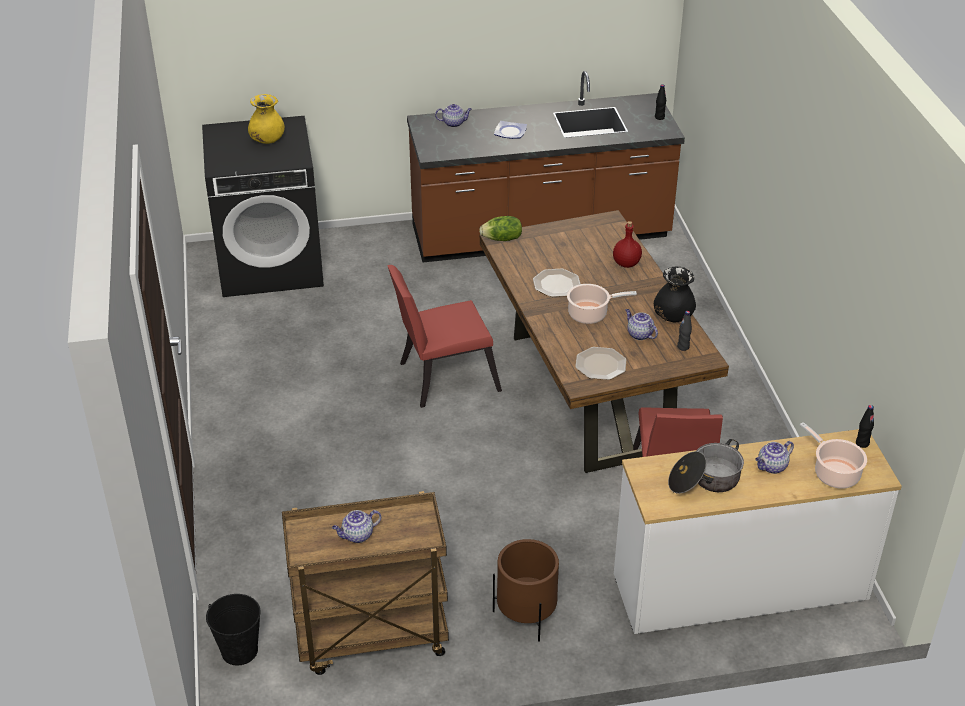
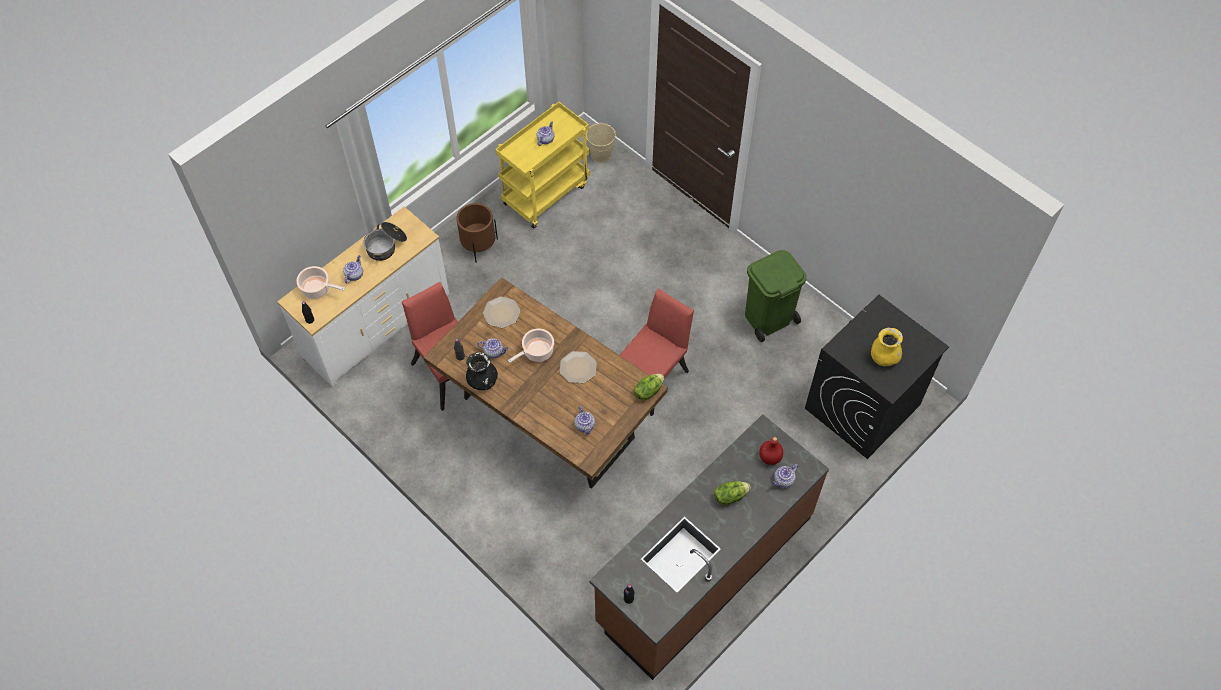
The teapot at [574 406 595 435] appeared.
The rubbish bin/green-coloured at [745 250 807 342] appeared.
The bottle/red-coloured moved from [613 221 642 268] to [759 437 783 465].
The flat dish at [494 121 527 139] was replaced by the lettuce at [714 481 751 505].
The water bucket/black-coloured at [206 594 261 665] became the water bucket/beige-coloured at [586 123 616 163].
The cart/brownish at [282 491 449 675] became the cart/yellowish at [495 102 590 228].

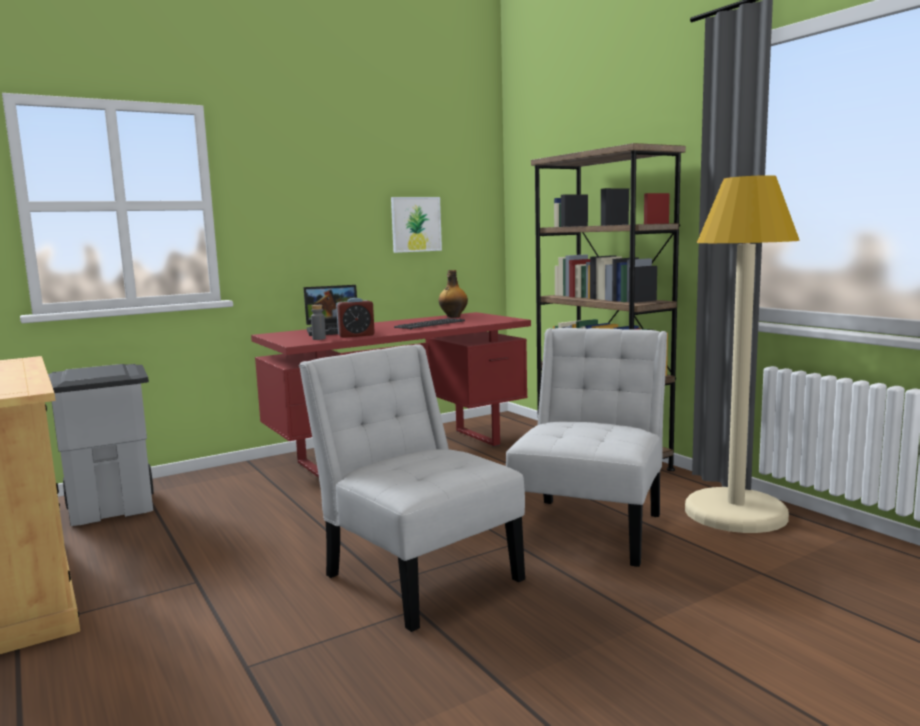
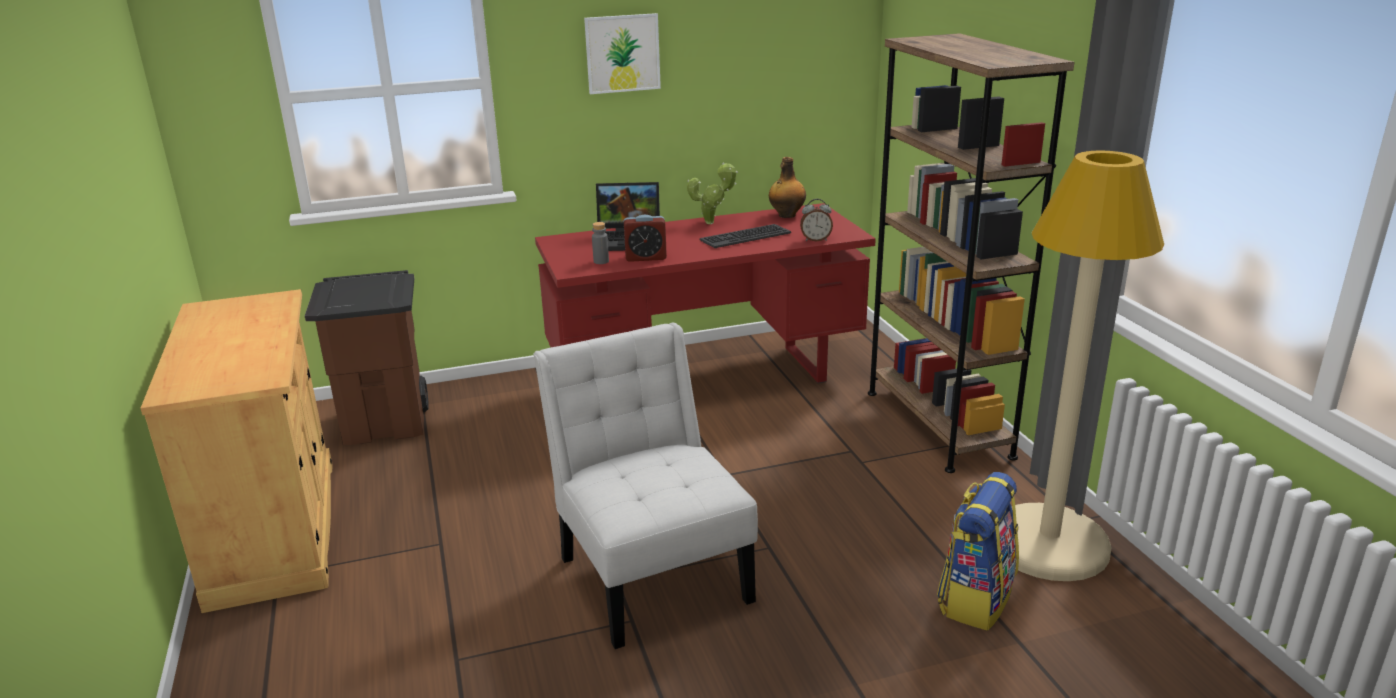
The plain chair/white at [506 328 667 567] disappeared.
The potted plant at [687 162 738 224] appeared.
The alarm clock at [800 199 833 242] appeared.
The knapsack at [937 472 1019 631] appeared.
The wall art moved from [391 197 442 253] to [584 13 661 94].
The rubbish bin/greyish at [48 364 154 526] became the rubbish bin/brownish at [305 270 429 445].

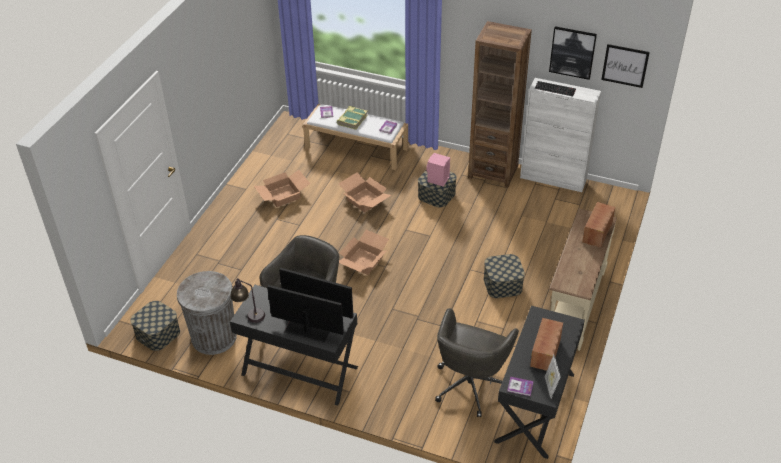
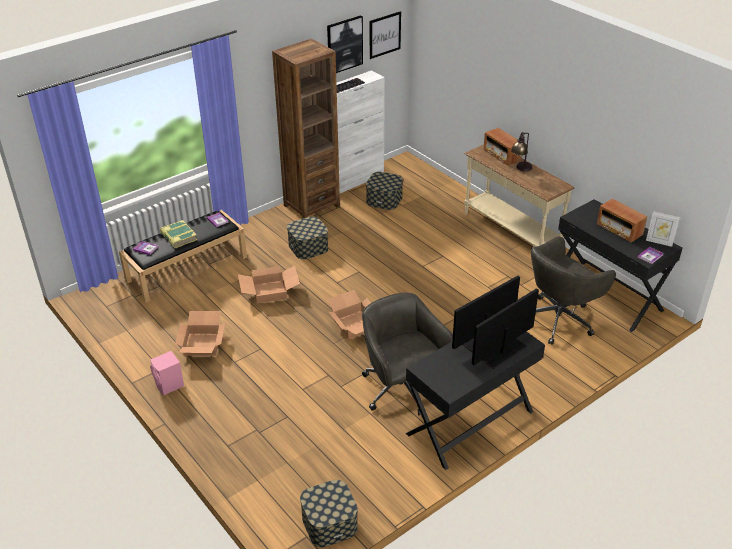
The rubbish bin/greyish at [177 271 237 355] disappeared.
The table lamp moved from [230 278 265 323] to [511 132 532 171].
The loudspeaker/pink moved from [426 153 450 187] to [150 351 184 395].
The storage bin moved from [484 254 525 298] to [366 172 403 210].
The bench/white at [303 104 408 170] became the bench/black-coloured at [119 210 247 303].
The desk chair/greyish at [435 308 519 417] turned 90 degrees clockwise.

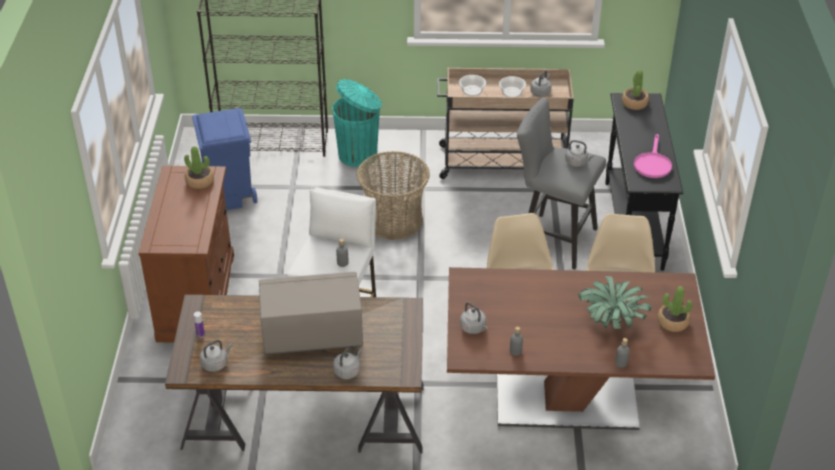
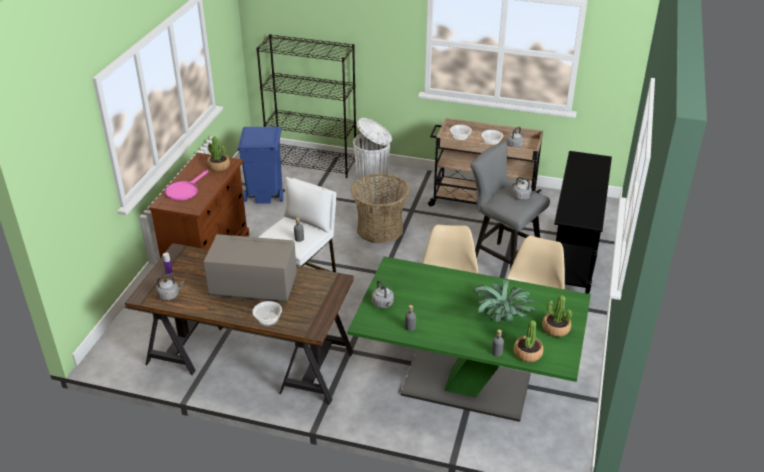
The potted plant moved from [622 70 649 110] to [513 320 543 362].
The frying pan/pink moved from [634 134 672 178] to [165 170 208 201].
The water kettle/greyish at [333 346 362 379] was replaced by the serving bowl at [253 301 282 326].
The rubbish bin/turquoise-coloured at [332 79 382 167] became the rubbish bin/white at [353 118 392 189].
The dinner table/brownish at [447 267 715 430] became the dinner table/green-coloured at [347 256 591 422].

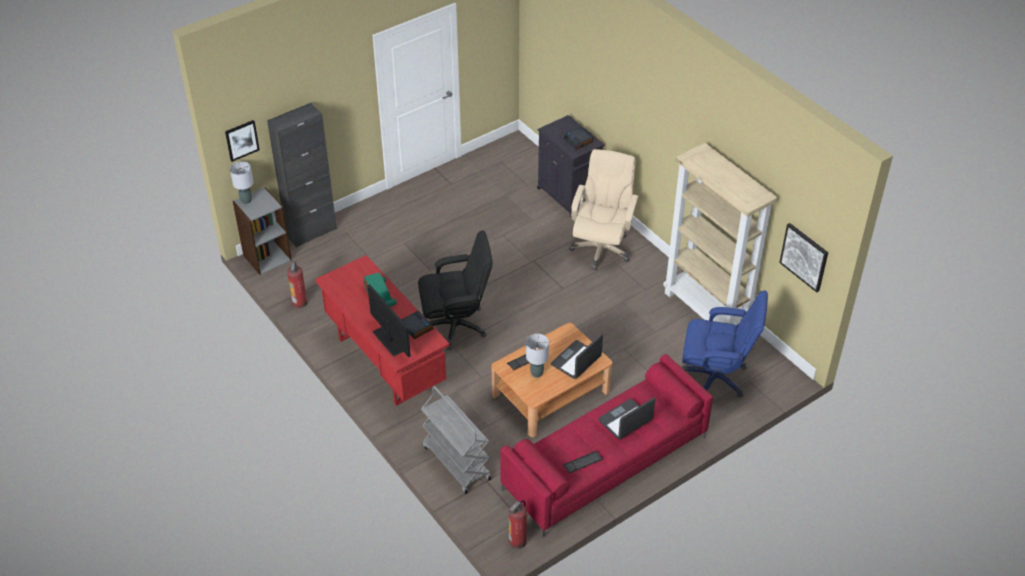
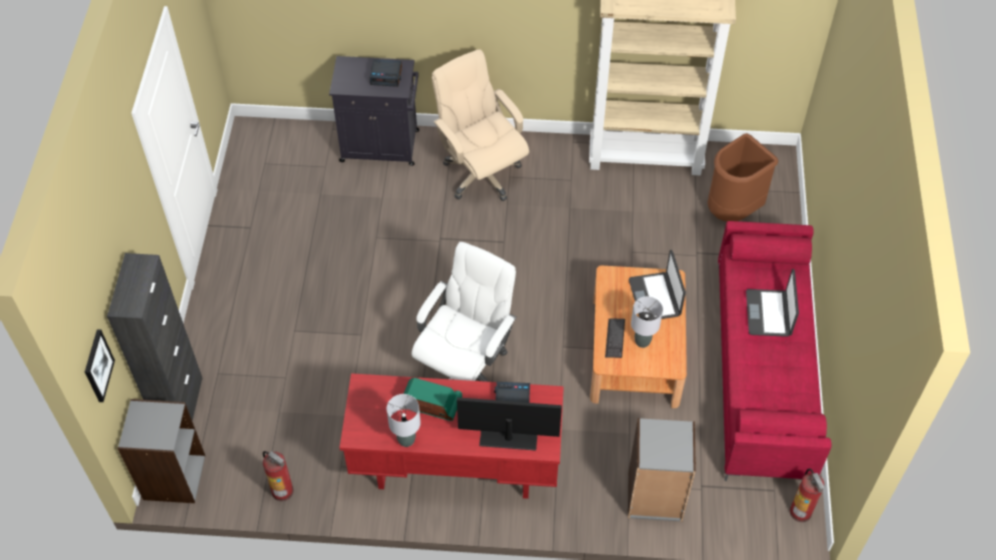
The keyboard at [563 451 603 473] disappeared.
The wall art at [779 223 828 292] disappeared.
The table lamp/greyish moved from [230 161 253 204] to [387 394 421 447].
The cart/greyish at [421 386 491 494] was replaced by the shelving unit/greyish at [628 418 696 522].
The desk chair/blue-coloured at [681 291 768 398] was replaced by the rubbish bin/brownish at [707 133 778 222].
The desk chair/black-coloured at [418 230 493 350] became the desk chair/white at [411 242 517 382].

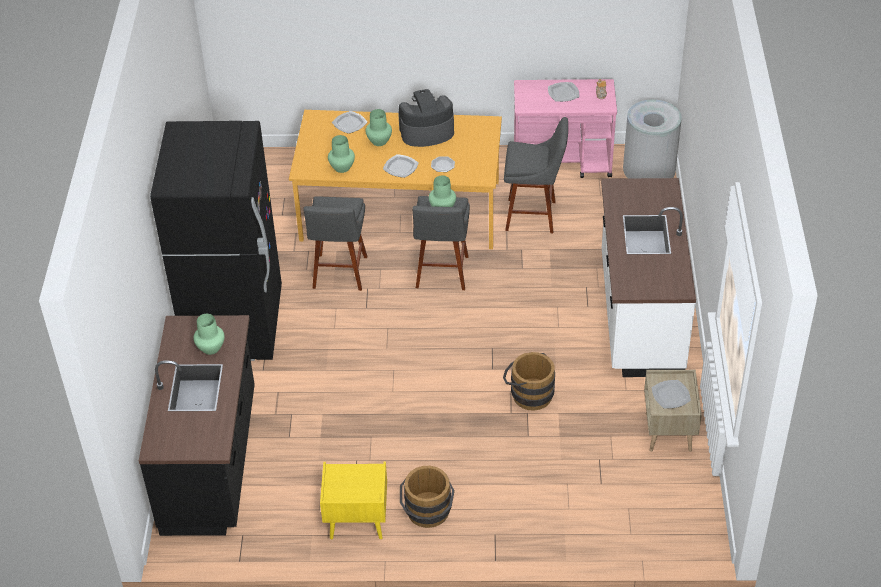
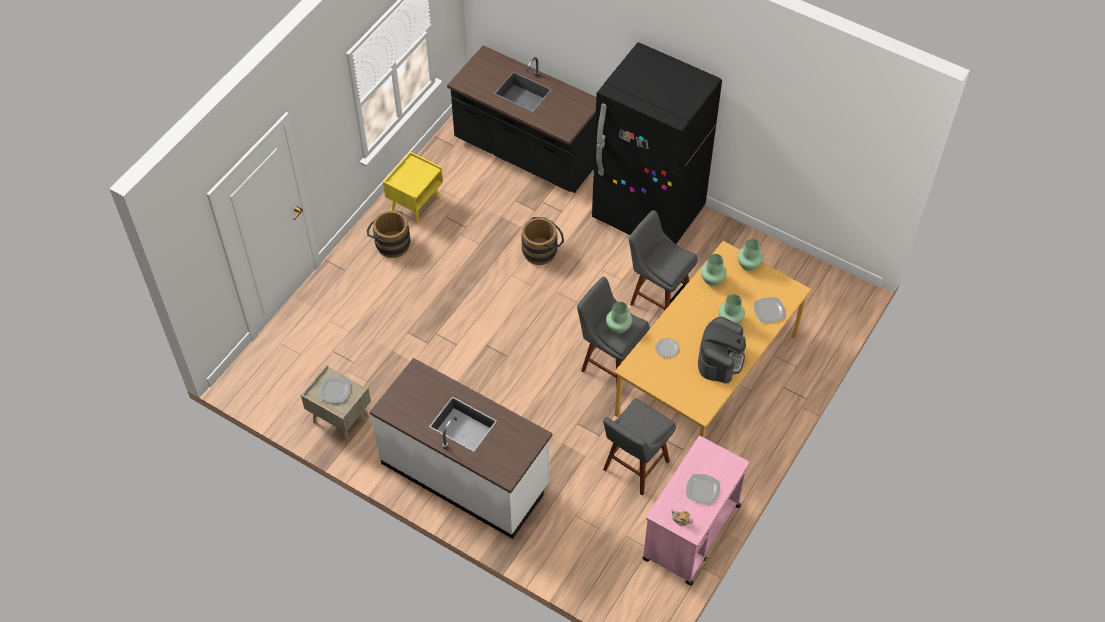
The flat dish at [383 154 419 178] disappeared.
The rubbish bin/greyish at [623 100 682 178] disappeared.
The flower vase/green-coloured moved from [193 314 225 355] to [737 239 763 271].
The water bucket/brownish moved from [503 352 555 411] to [521 217 564 265].

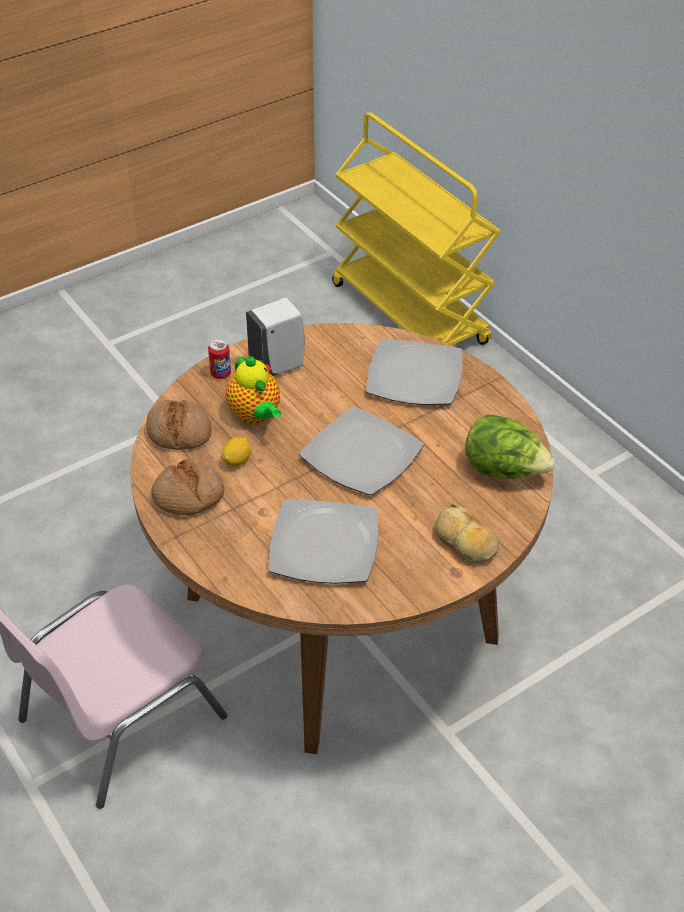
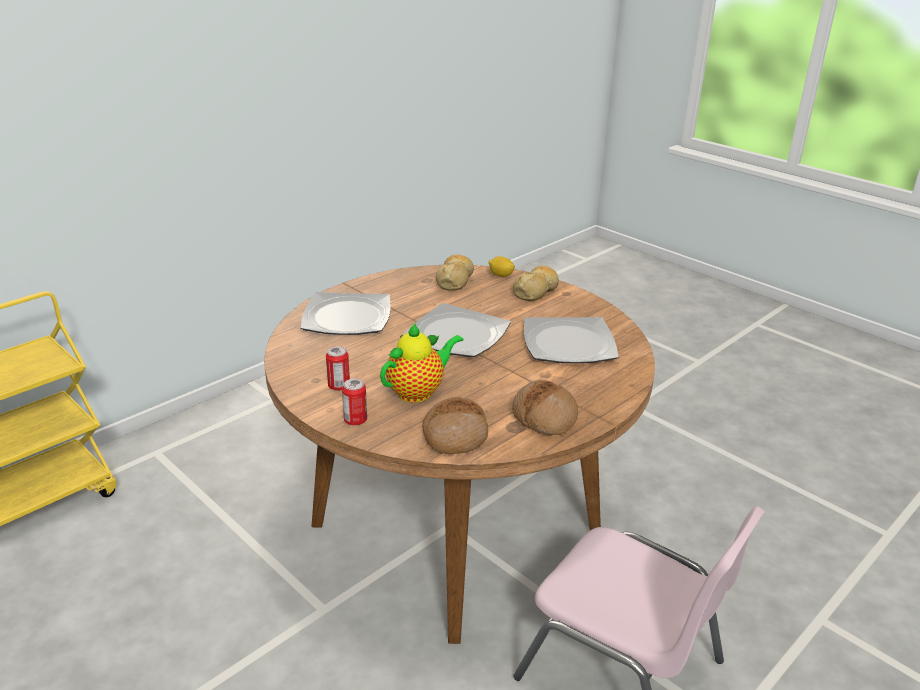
The citrus fruit moved from [222 437 251 467] to [488 256 515 277].
The soap bottle/white at [246 297 305 376] was replaced by the metal can at [326 346 350 391].
The lettuce at [465 414 555 479] was replaced by the baked bread at [436 254 474 291].

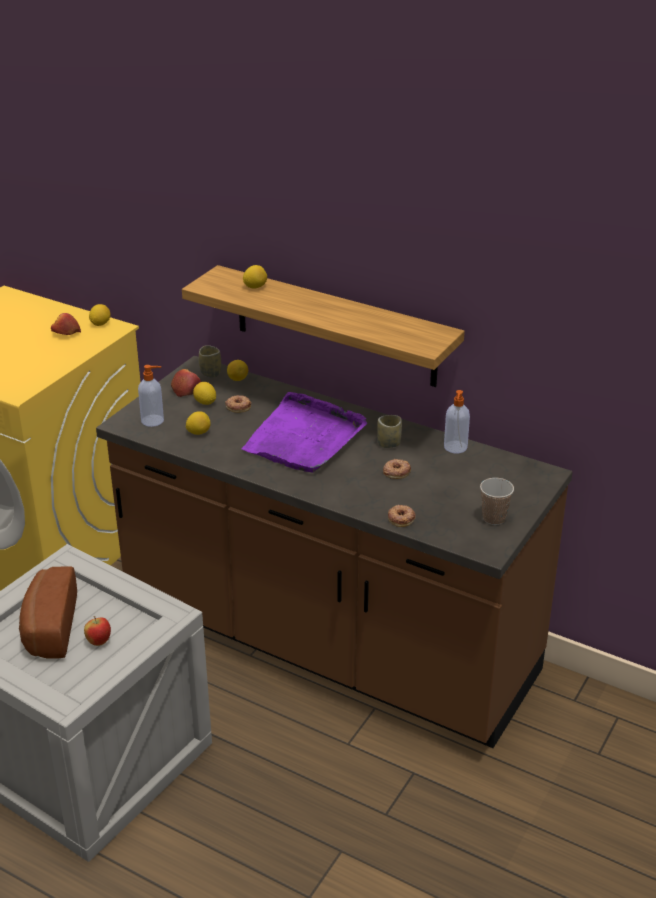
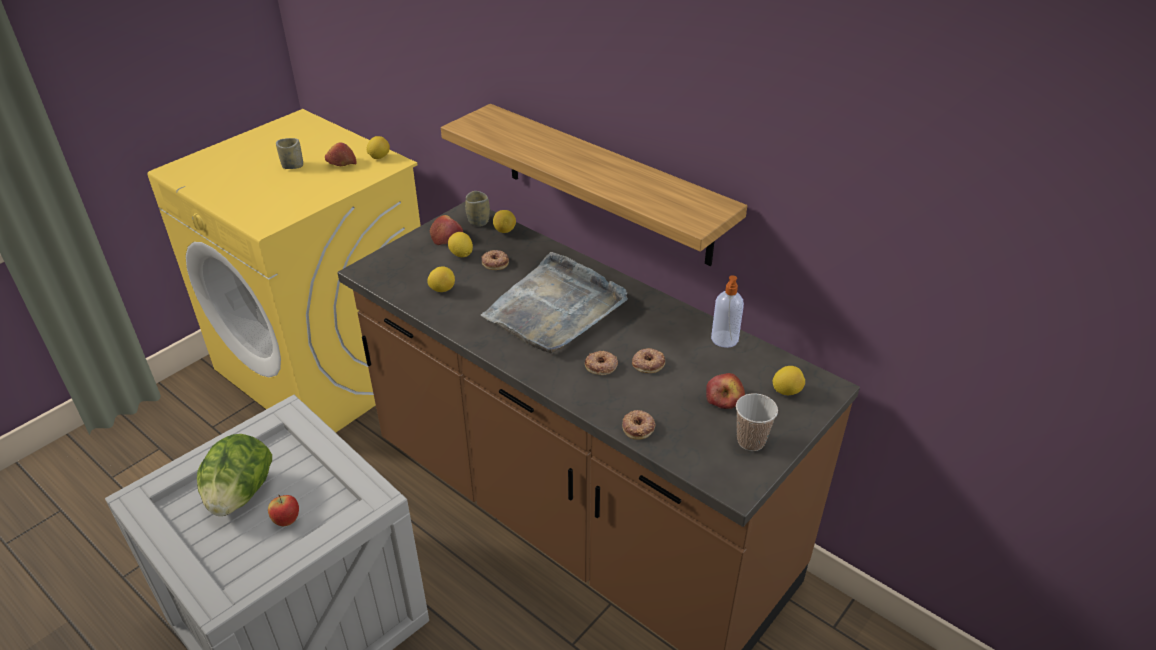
The soap bottle at [138 365 164 427] disappeared.
The donut at [585 351 618 375] appeared.
The apple fruit at [706 373 745 409] appeared.
The citrus fruit moved from [243 265 267 289] to [772 366 805 395].
The drinking cup moved from [377 415 402 448] to [276 138 303 169].
The baked bread at [19 566 77 659] was replaced by the lettuce at [197 434 272 516].
The tray/purple-coloured at [241 392 367 473] became the tray/greyish at [481 252 628 354].

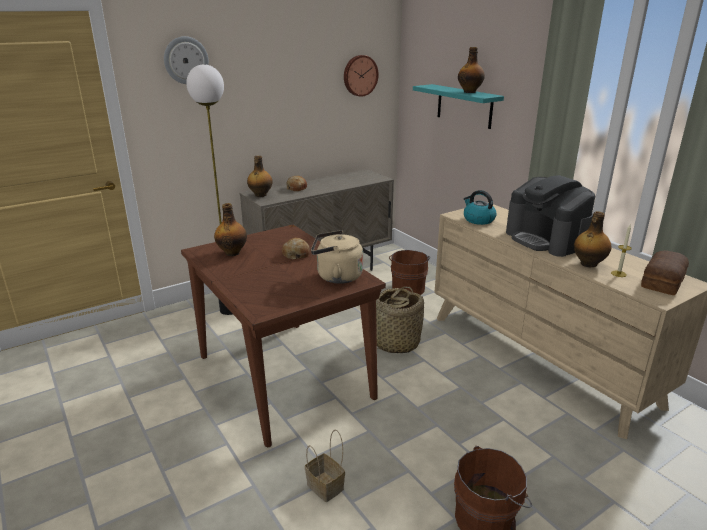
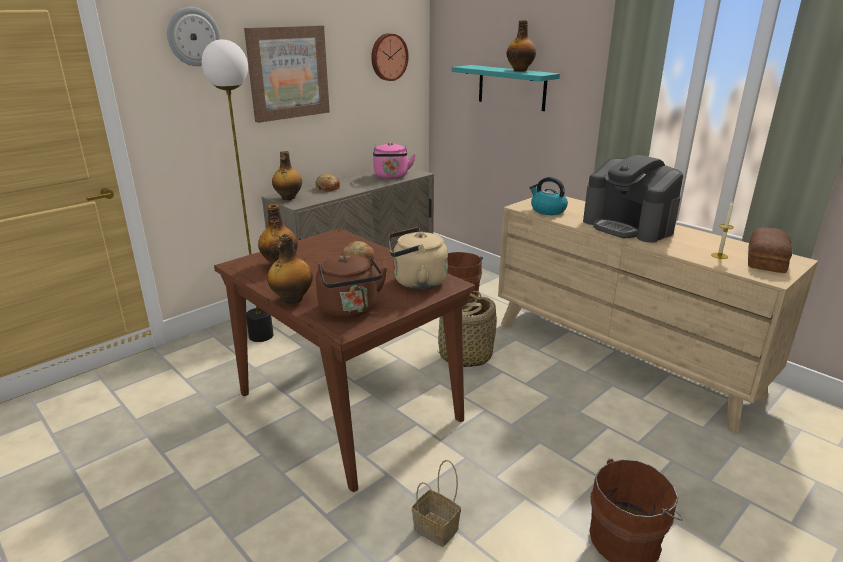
The wall art at [244 25 330 123] appeared.
The water kettle/brownish at [316 254 387 318] appeared.
The water kettle/pink at [373 142 416 179] appeared.
The bottle moved from [574 211 611 267] to [267 233 313 304].

